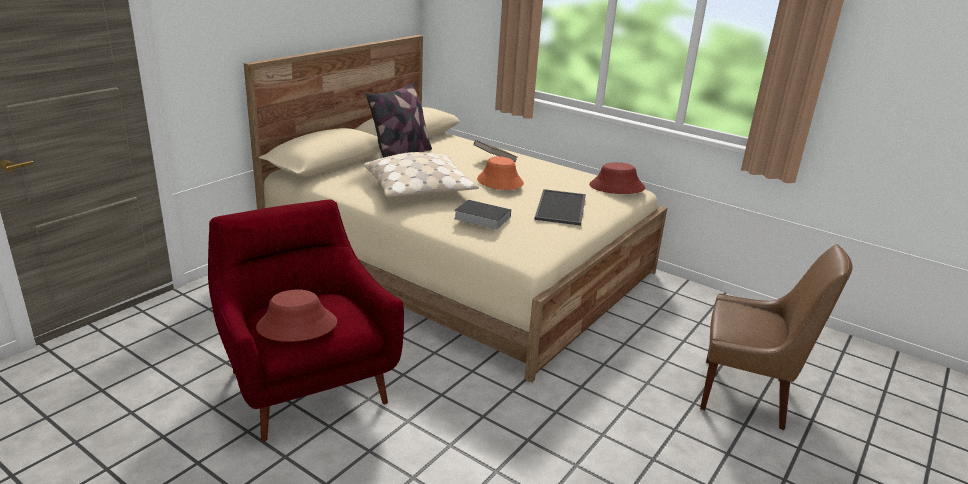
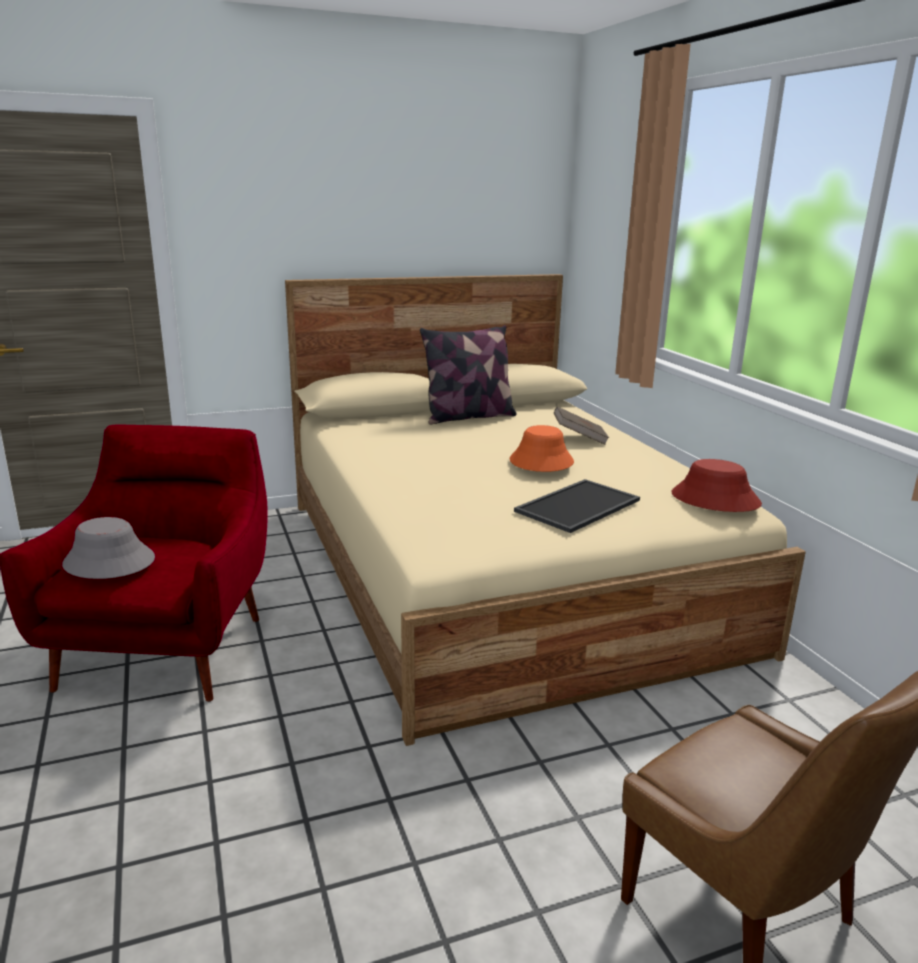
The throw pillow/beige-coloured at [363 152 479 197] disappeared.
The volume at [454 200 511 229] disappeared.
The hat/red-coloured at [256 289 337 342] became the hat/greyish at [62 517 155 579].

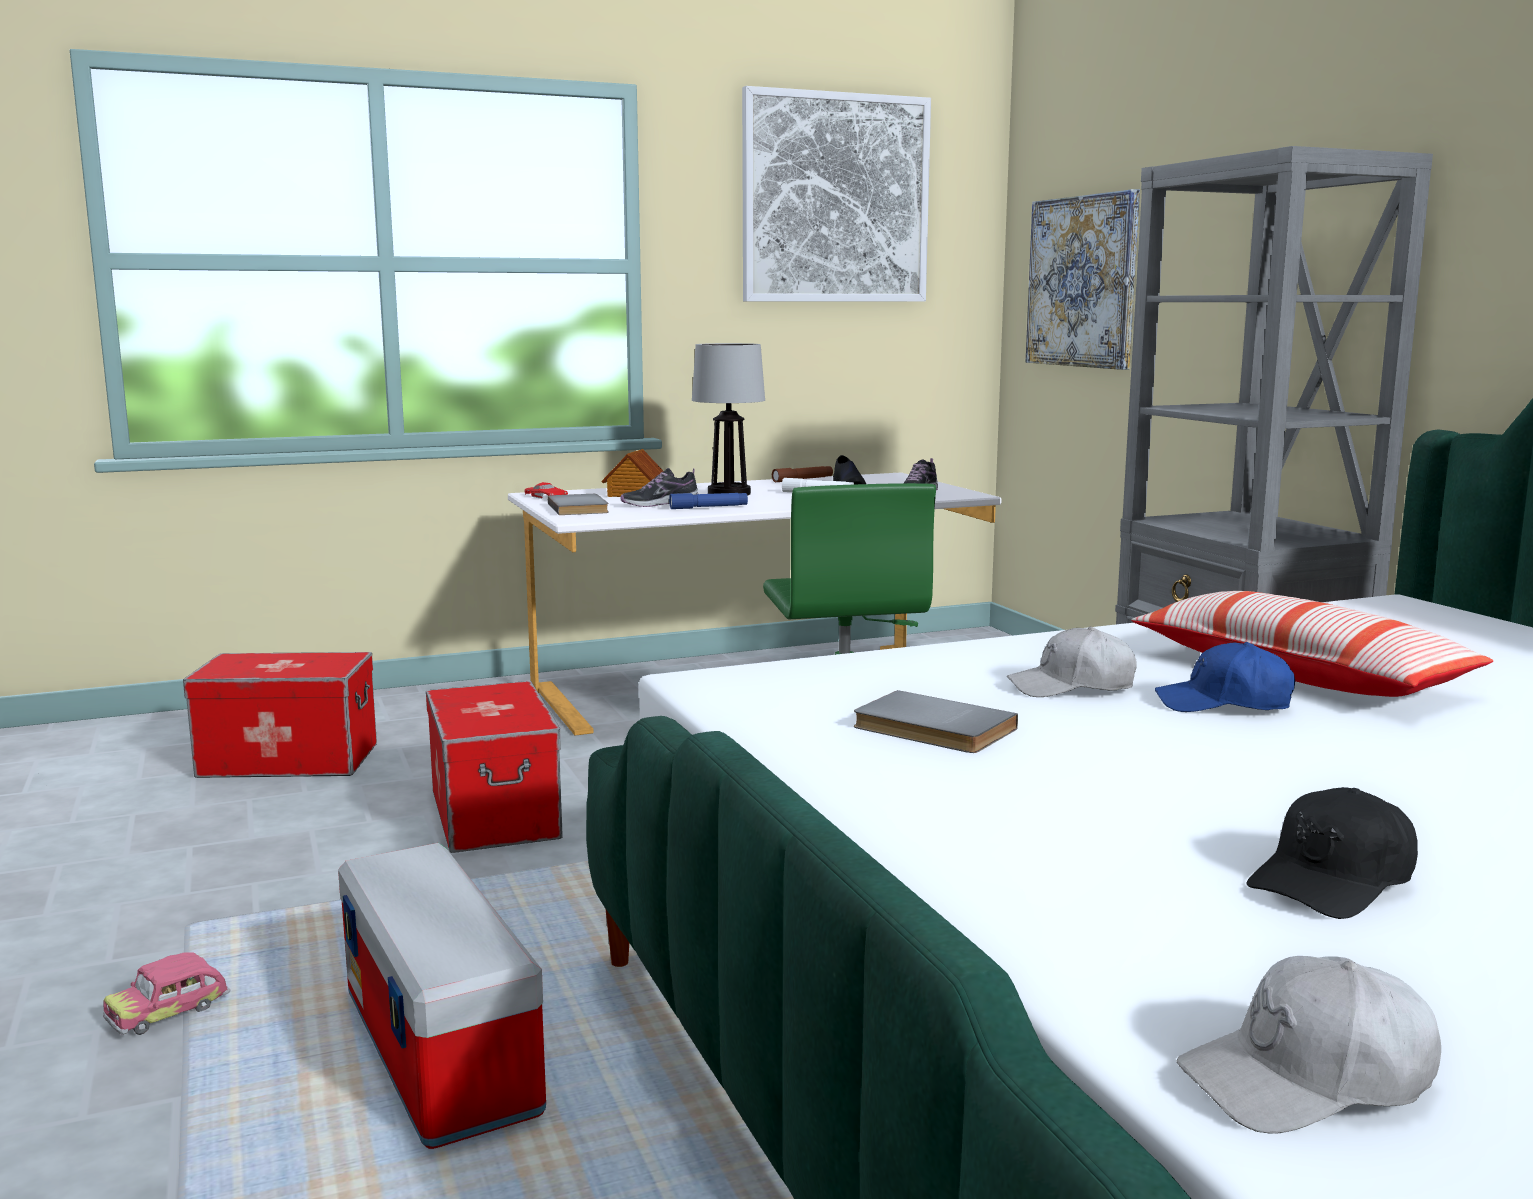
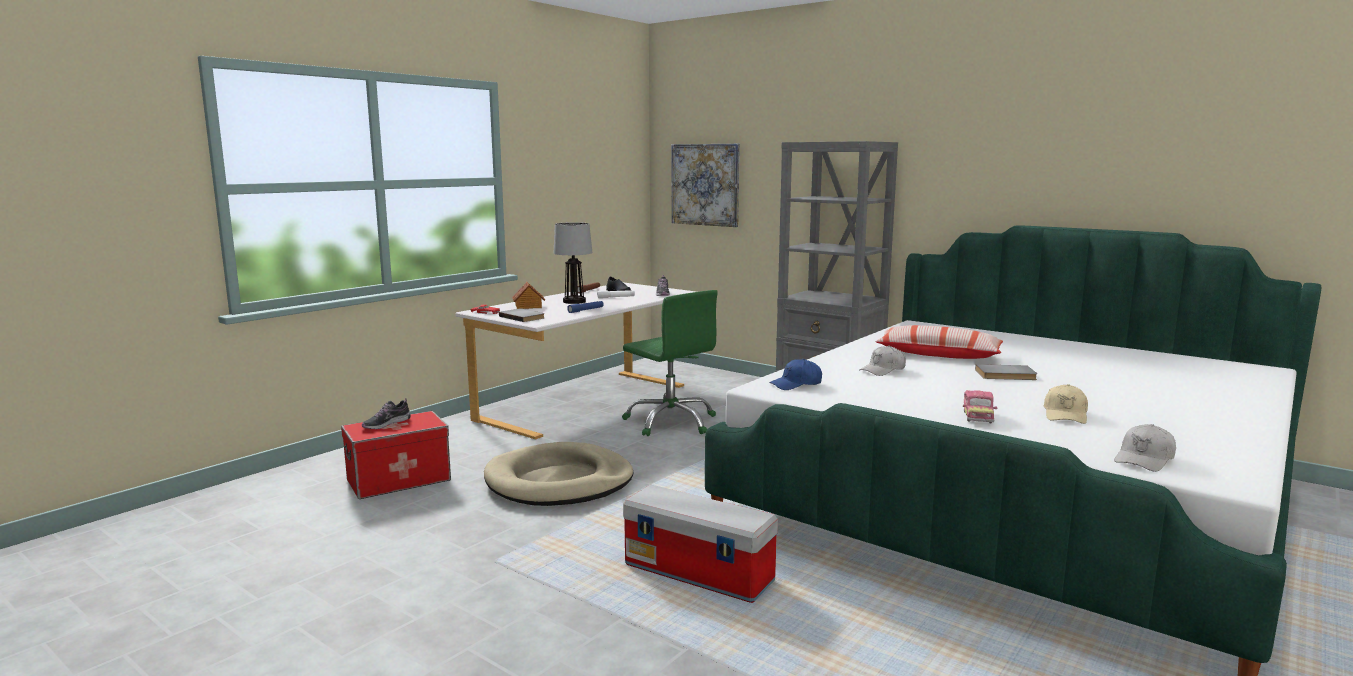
The wall art at [742 86 931 302] disappeared.
The toy car moved from [103 952 231 1035] to [963 390 997 424].
The item of footwear moved from [620 468 698 507] to [362 398 411 429].
The volume/greyish moved from [854 690 1018 753] to [975 364 1037 380].
The cap/blue-coloured moved from [1155 642 1295 712] to [769 359 822 390].
The storage bin at [426 681 563 853] was replaced by the pet bed/beige-coloured at [484 442 634 506].
The cap/black-coloured at [1246 787 1418 919] became the cap/beige-coloured at [1044 384 1088 424].

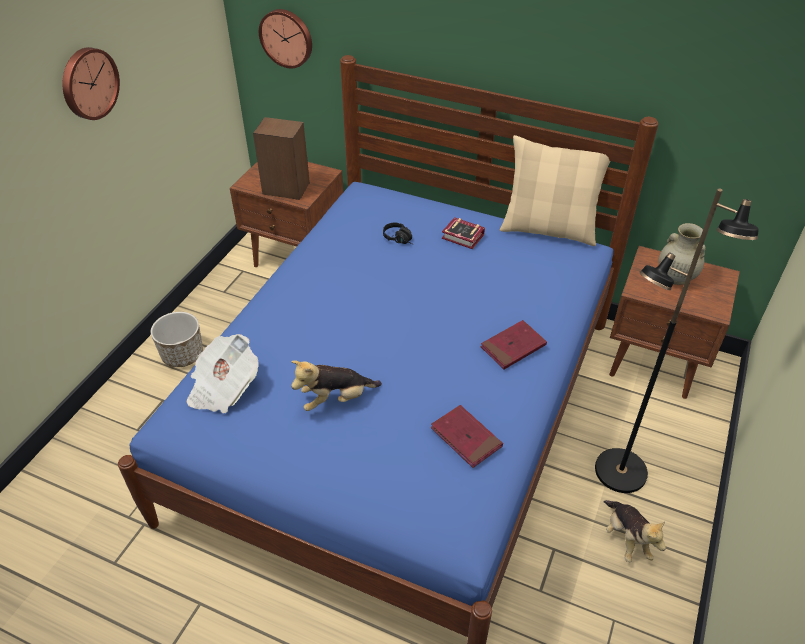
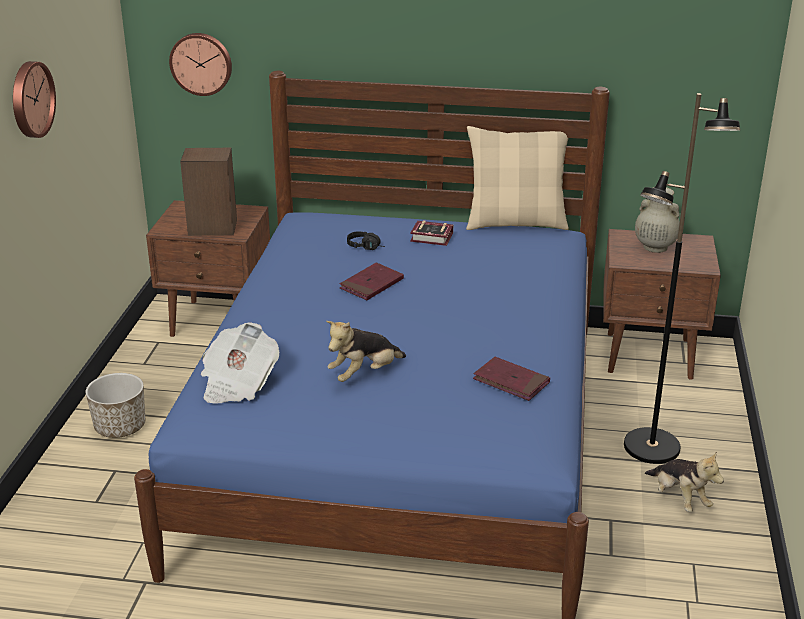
The volume/red-coloured moved from [480 320 547 369] to [340 262 404 300].

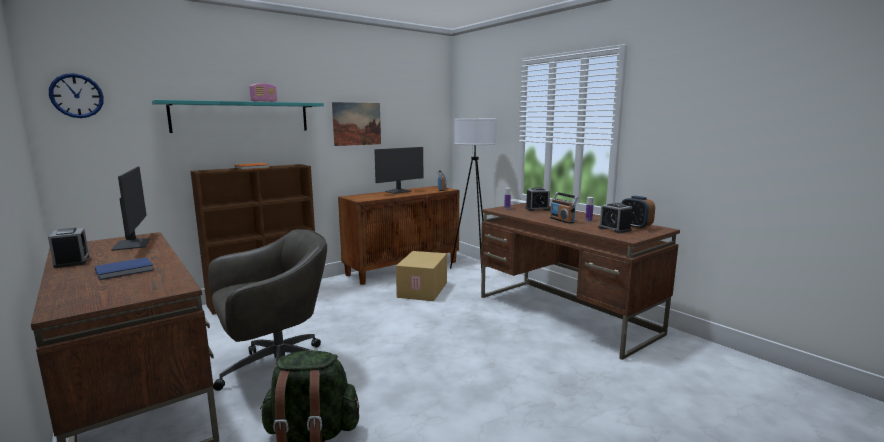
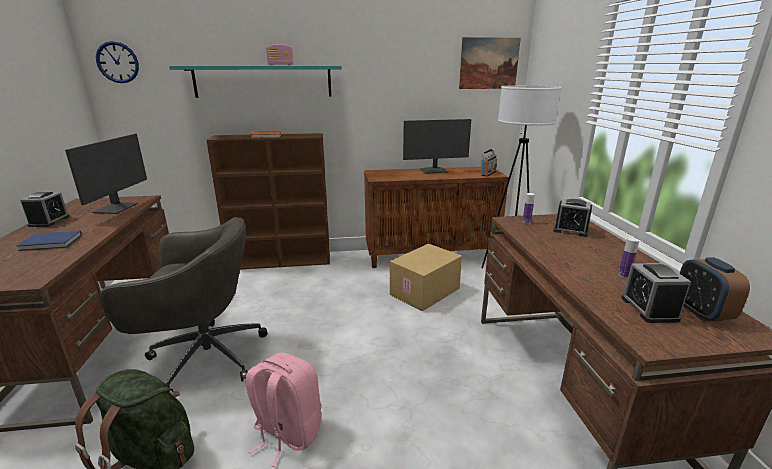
The radio set at [550 192 578 224] disappeared.
The knapsack/pink at [245 353 321 467] appeared.
The wall art moved from [332 102 381 146] to [459 37 521 89].

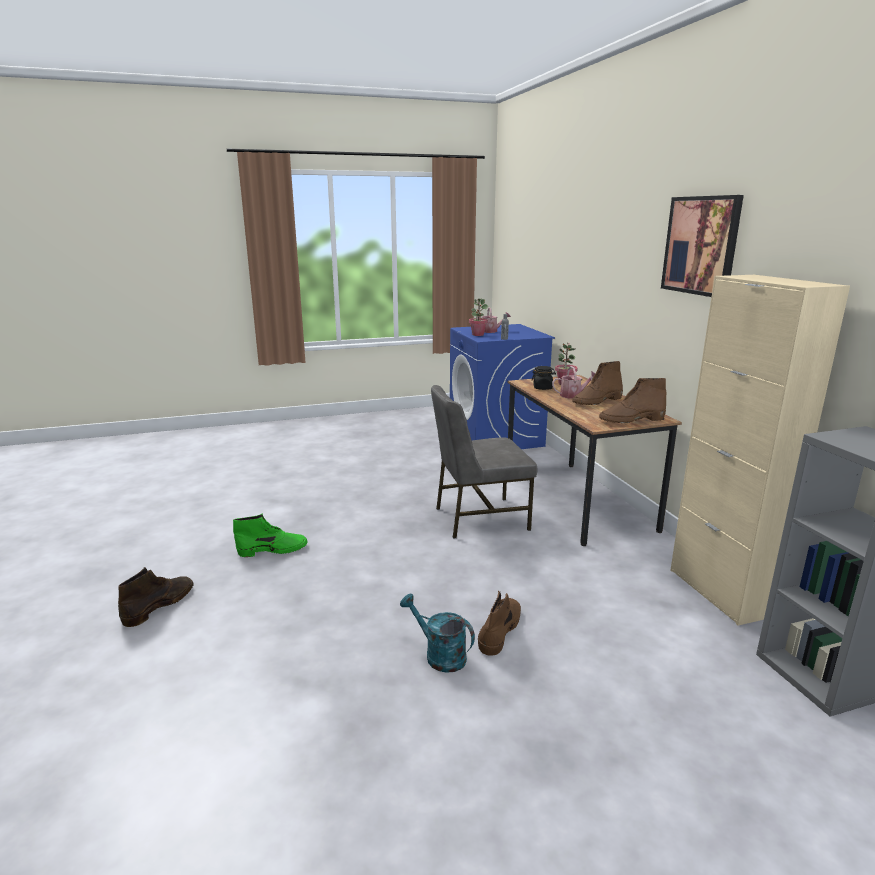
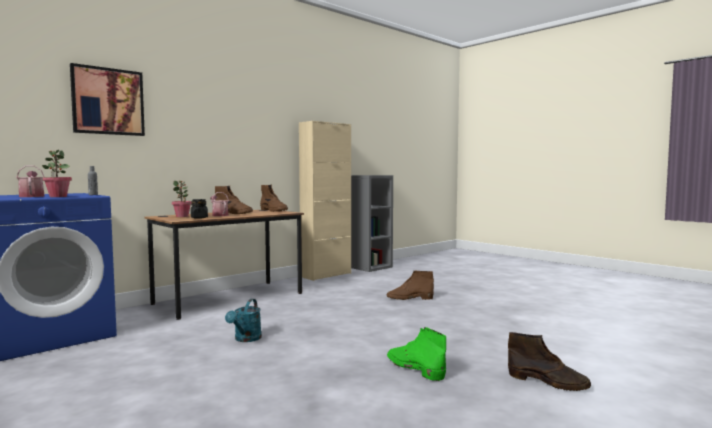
The plain chair/greyish at [431 385 538 539] disappeared.
The watering pot/turquoise-coloured moved from [400 593 475 673] to [225 299 262 342].
The wall art moved from [661 195 744 297] to [70 63 145 136].
The tall boot/brownish at [118 567 194 627] turned 150 degrees counterclockwise.

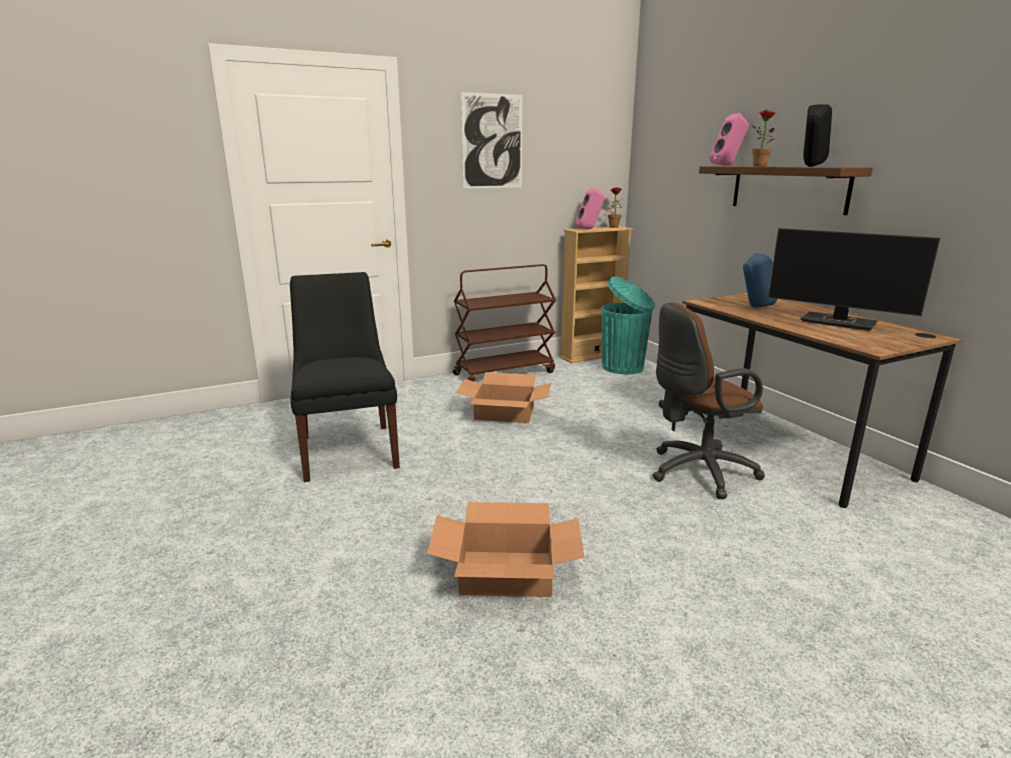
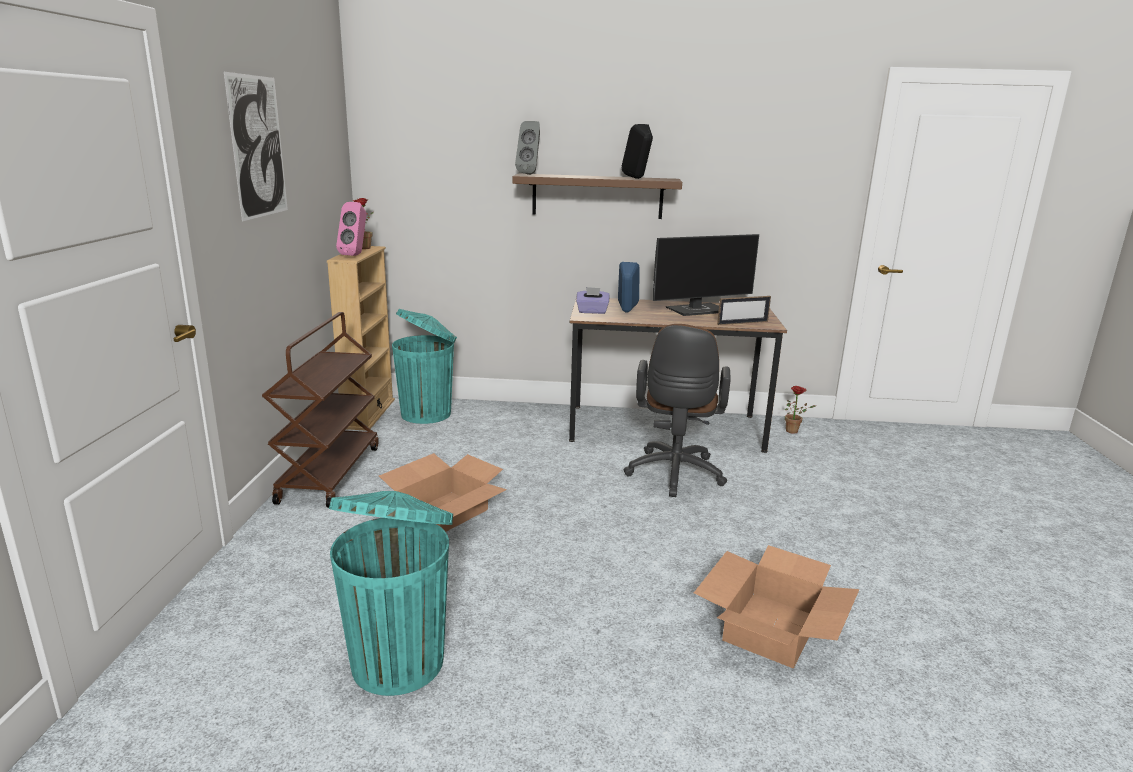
The tissue box/purple-coloured at [576 287 610 314] appeared.
The photo frame at [717 296 771 325] appeared.
The potted plant moved from [752 110 776 166] to [785 386 816 434].
The plain chair/black-coloured at [290 272 400 482] was replaced by the rubbish bin/turquoise-coloured at [329 491 453 696].
The loudspeaker/pink at [709 113 749 166] became the loudspeaker/greyish at [515 121 540 175].

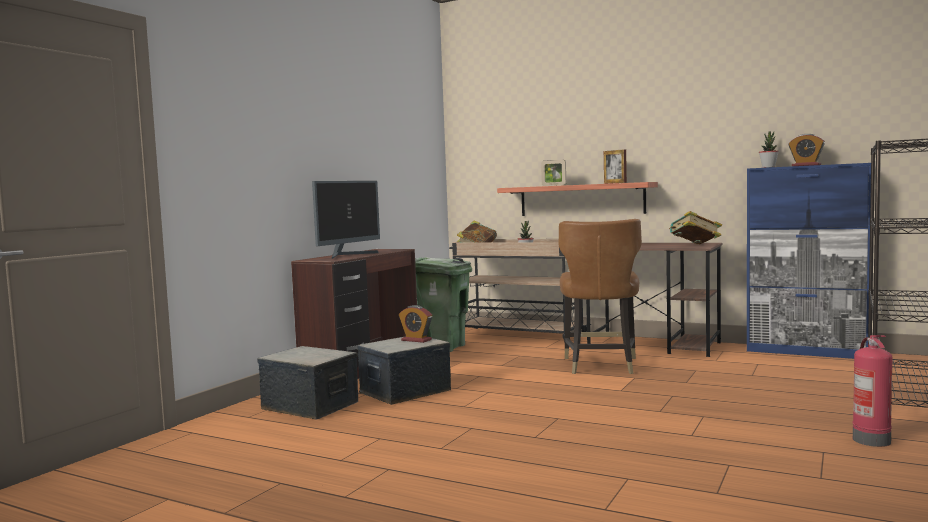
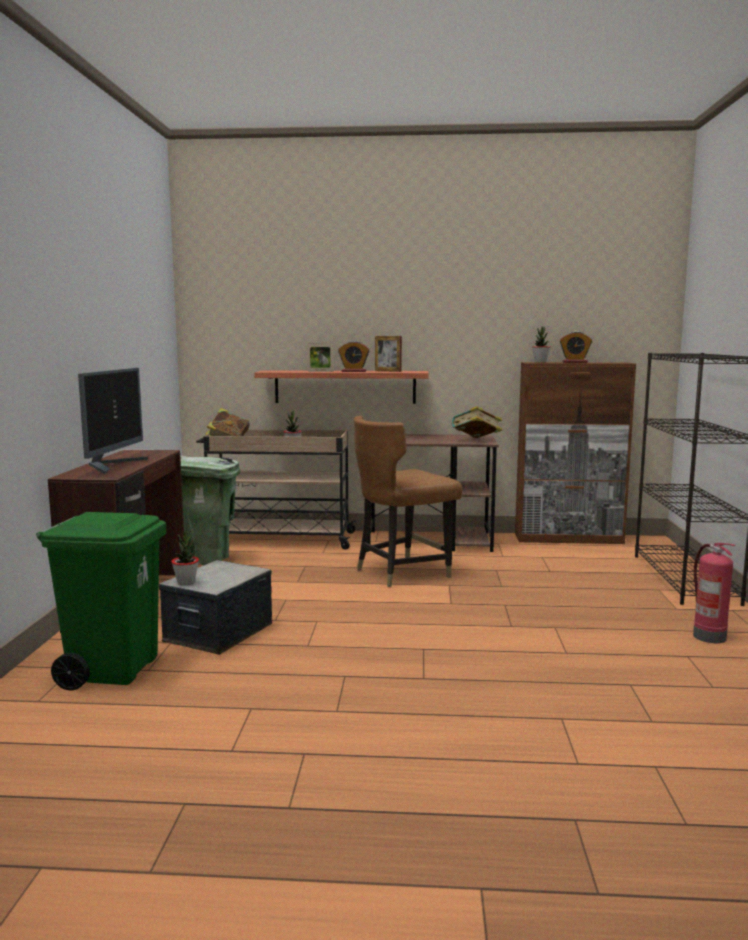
The potted plant at [171 529 199 585] appeared.
The alarm clock moved from [399 305 432 343] to [338 341 370 372].
The storage bin at [257 346 358 420] was replaced by the rubbish bin/green-coloured at [36 512 166 690].
The cabinet/blue-coloured at [747 163 871 359] became the cabinet/brownish at [515 362 636 544].
The plain chair/brownish at [559 219 642 374] turned 75 degrees clockwise.

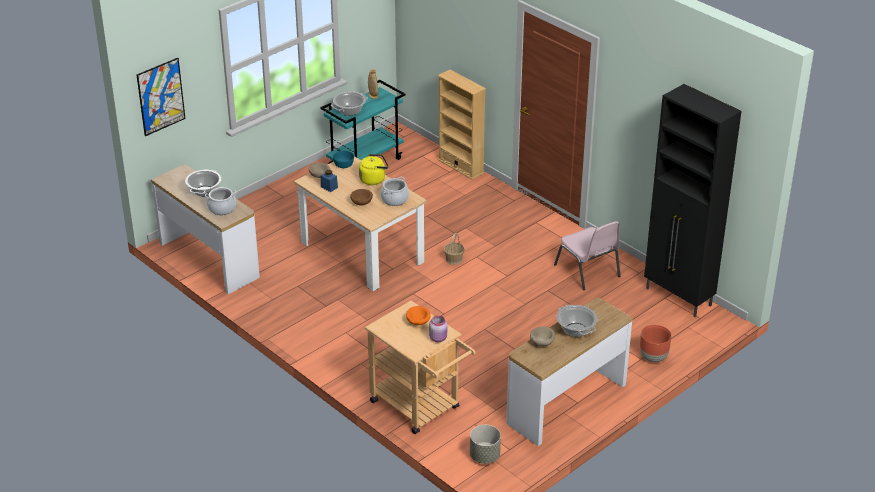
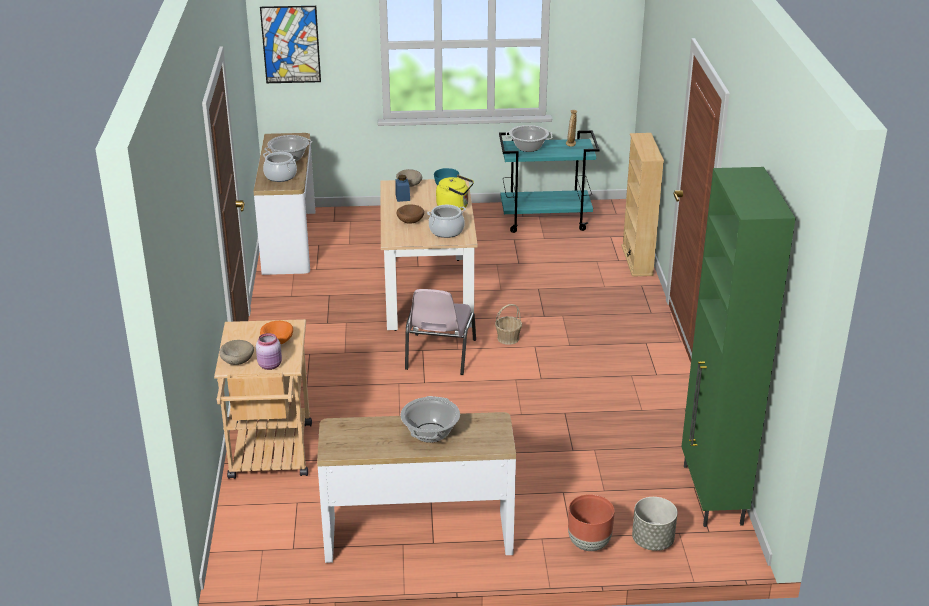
The flower pot/greyish moved from [470 425 501 464] to [632 497 678 551].
The serving bowl/beige-coloured moved from [530 327 555 346] to [219 340 254 365].
The plain chair/pink moved from [554 221 621 290] to [405 289 476 375].
The cabinet/black-coloured at [644 84 742 317] became the cabinet/green-coloured at [681 167 796 527].

